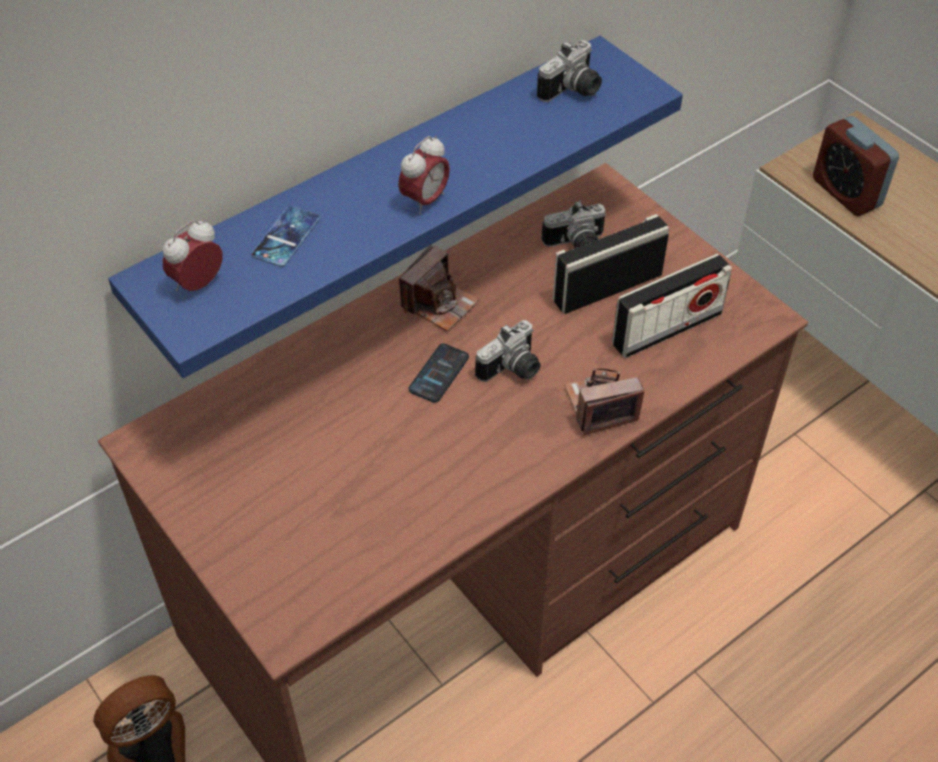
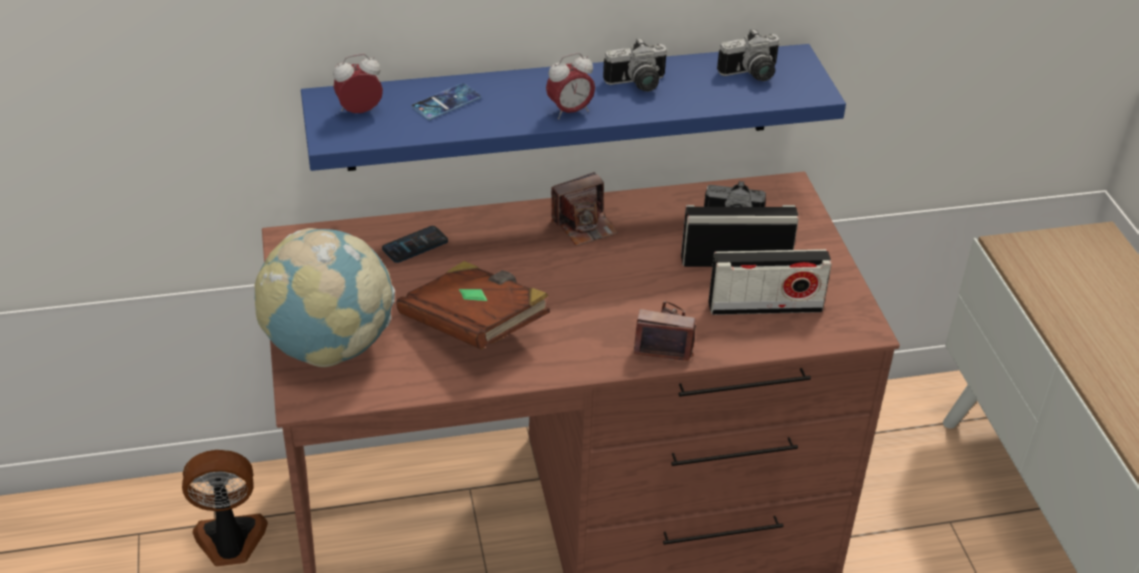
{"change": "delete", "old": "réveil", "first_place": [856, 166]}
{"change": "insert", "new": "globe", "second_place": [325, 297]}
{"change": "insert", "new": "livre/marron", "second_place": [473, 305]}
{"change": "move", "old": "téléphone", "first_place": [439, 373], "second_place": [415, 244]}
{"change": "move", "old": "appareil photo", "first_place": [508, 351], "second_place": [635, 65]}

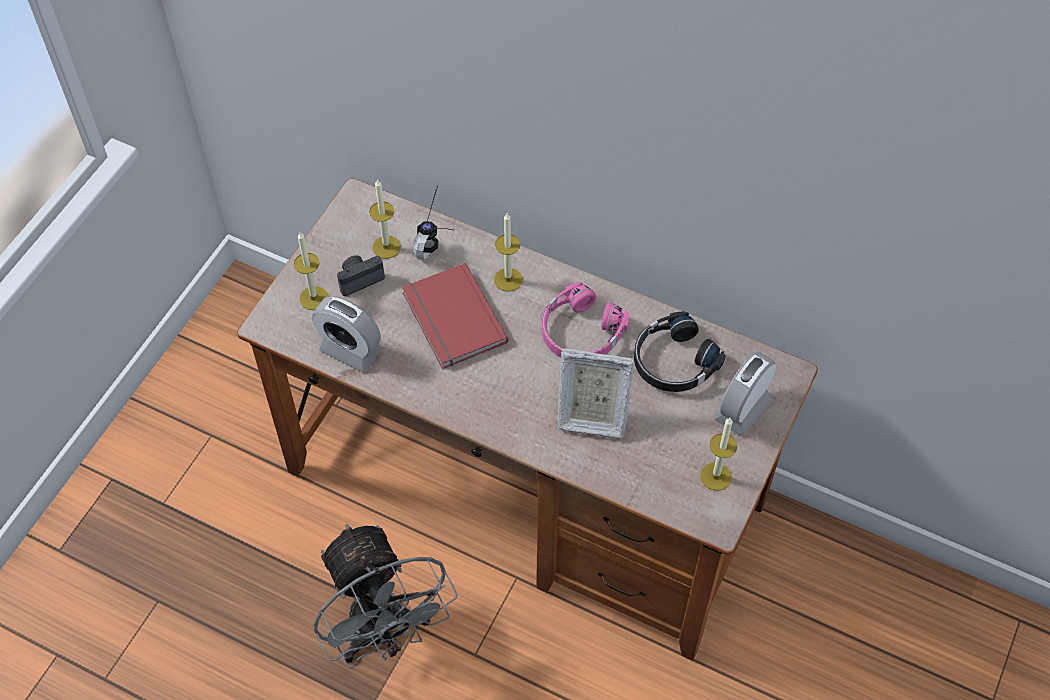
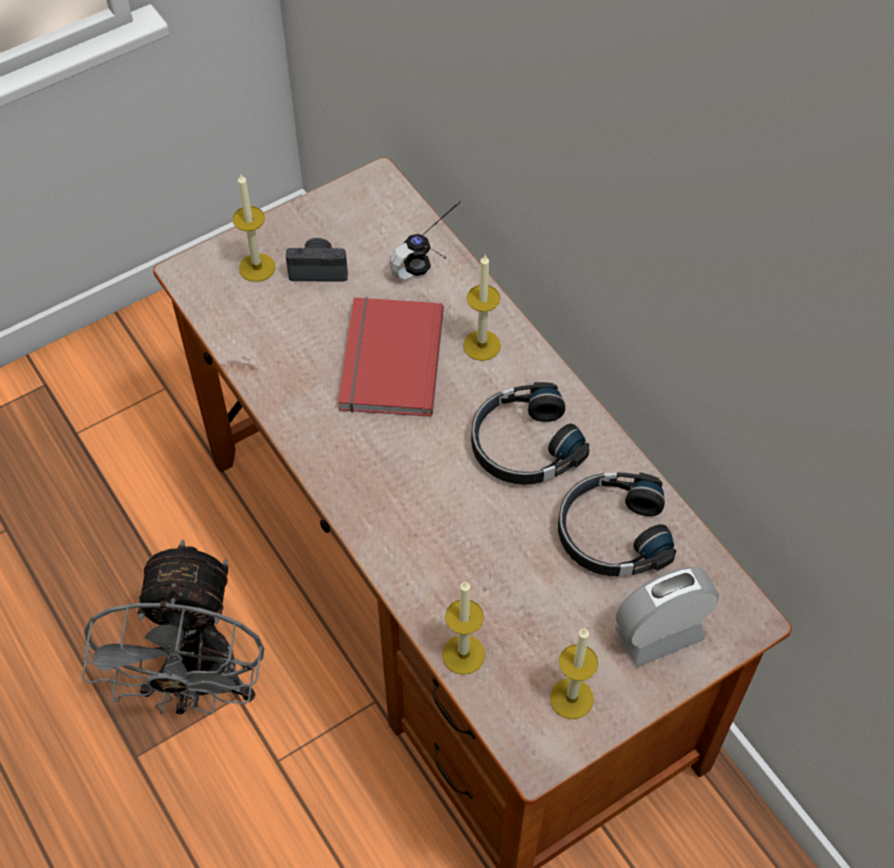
{"change": "delete", "old": "réveil", "first_place": [347, 334]}
{"change": "delete", "old": "cadre photo", "first_place": [595, 394]}
{"change": "move", "old": "bougie", "first_place": [385, 219], "second_place": [463, 628]}
{"change": "recolor", "old": "casque audio/rose", "new": "casque audio/noir", "first_place": [585, 319], "second_place": [530, 433]}

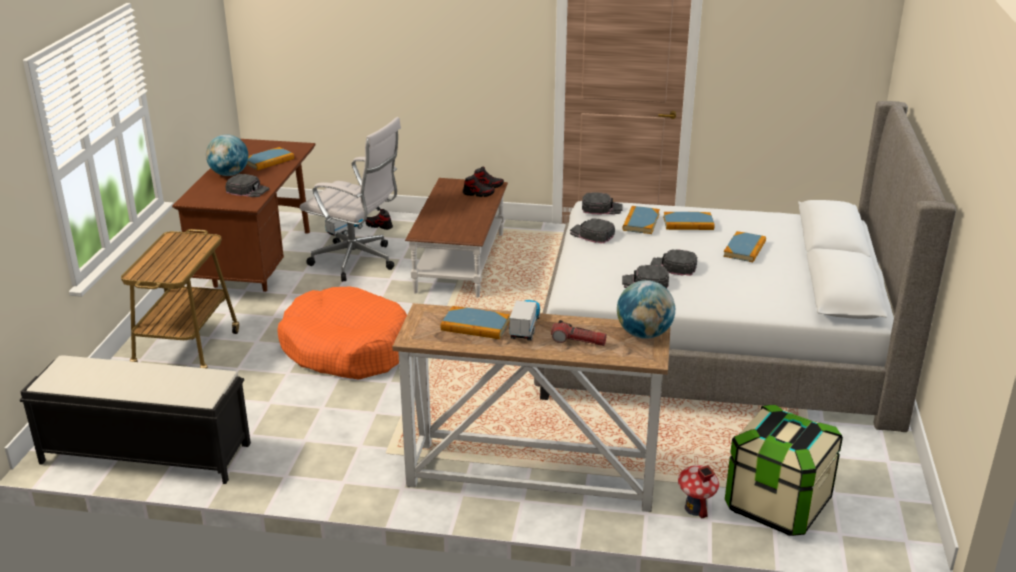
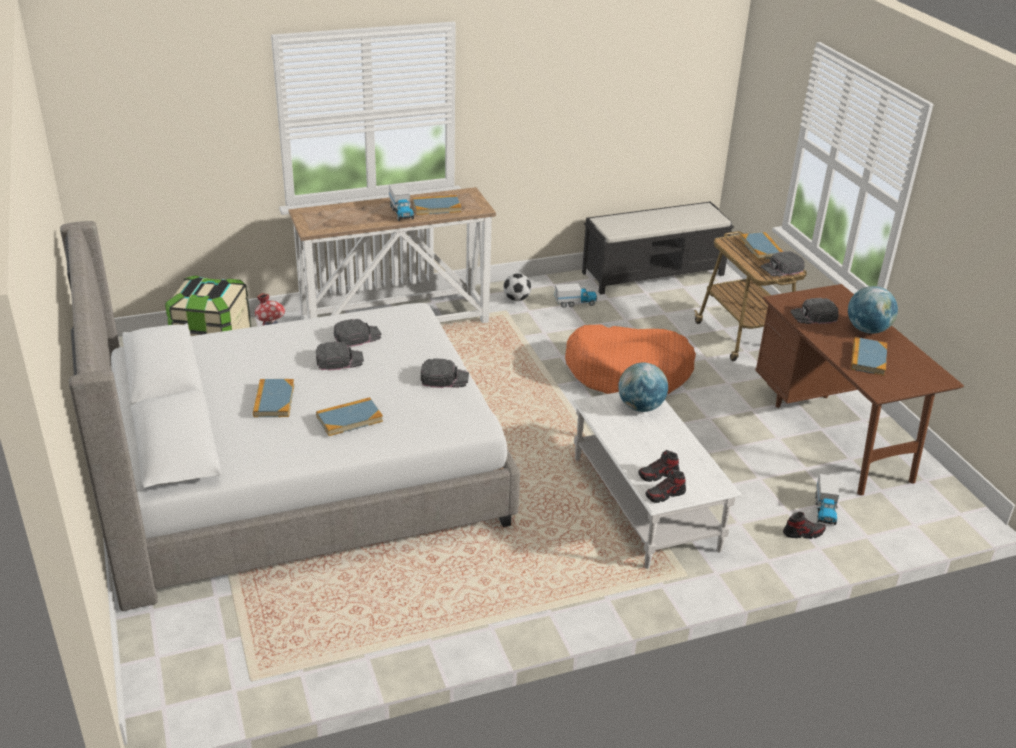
{"change": "delete", "old": "chaise de bureau/blanc", "first_place": [350, 199]}
{"change": "delete", "old": "lampe de poche", "first_place": [579, 333]}
{"change": "insert", "new": "ballon de foot", "second_place": [517, 287]}
{"change": "insert", "new": "camion jouet", "second_place": [576, 295]}
{"change": "move", "old": "casquette/noir", "first_place": [602, 203], "second_place": [783, 264]}
{"change": "move", "old": "globe", "first_place": [646, 309], "second_place": [643, 387]}
{"change": "move", "old": "livre", "first_place": [641, 220], "second_place": [761, 246]}
{"change": "recolor", "old": "table basse/marron", "new": "table basse/blanc", "first_place": [456, 238], "second_place": [657, 480]}

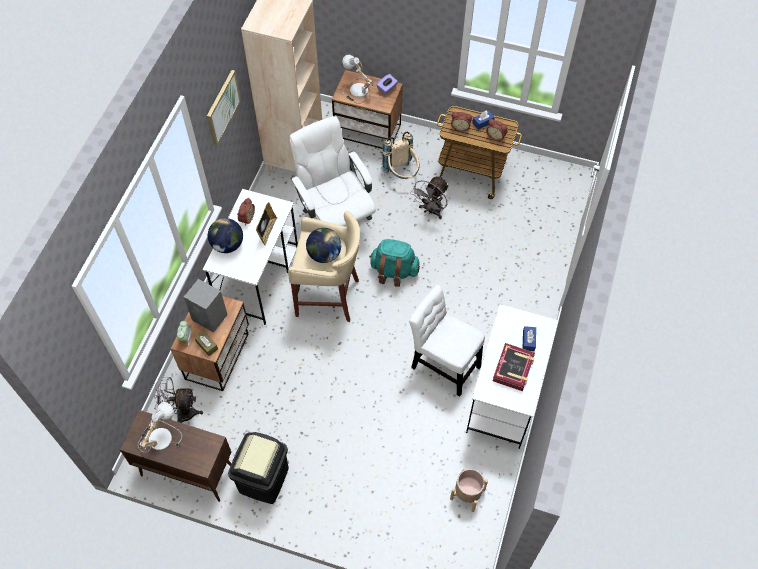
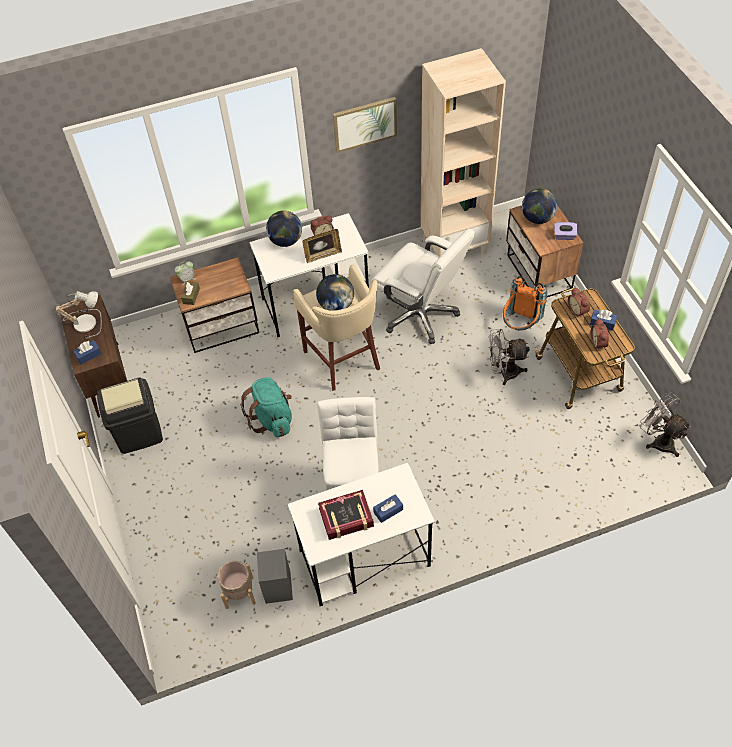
{"change": "insert", "new": "boîte à mouchoirs/bleu", "second_place": [87, 352]}
{"change": "move", "old": "ventilateur/gris", "first_place": [178, 400], "second_place": [665, 425]}
{"change": "move", "old": "enceinte/gris", "first_place": [206, 306], "second_place": [275, 576]}
{"change": "move", "old": "sac à dos/turquoise", "first_place": [394, 263], "second_place": [266, 407]}
{"change": "replace", "old": "lampe de table", "new": "globe", "first_place": [357, 79], "second_place": [539, 206]}
{"change": "recolor", "old": "sac à dos/beige", "new": "sac à dos/orange", "first_place": [400, 155], "second_place": [525, 303]}
{"change": "rotate", "old": "chaise de bureau/blanc", "first_place": [332, 171], "second_place": [423, 286], "degrees": 105}

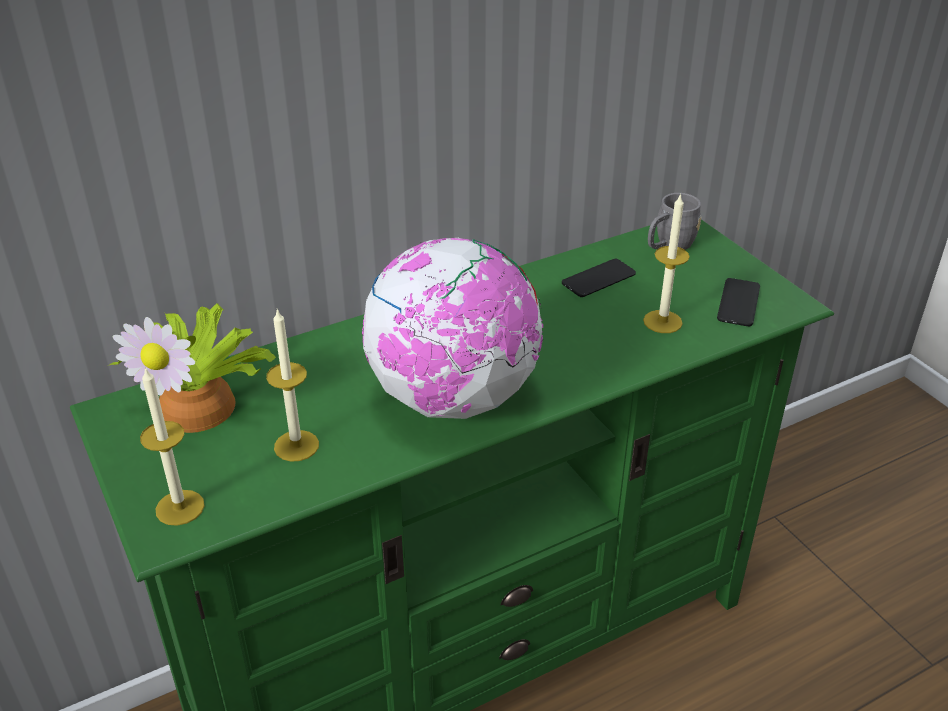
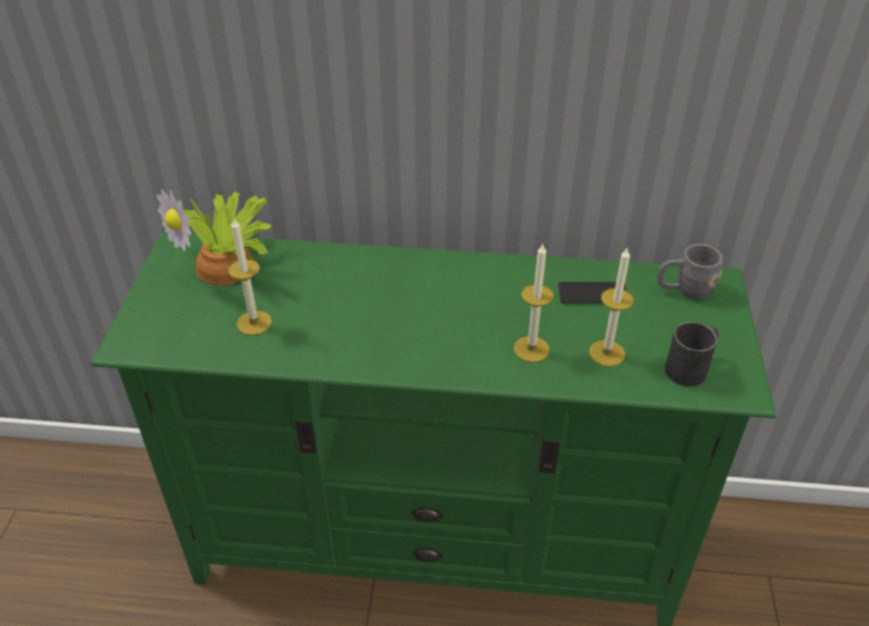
{"change": "delete", "old": "globe", "first_place": [452, 328]}
{"change": "move", "old": "bougie", "first_place": [172, 446], "second_place": [534, 303]}
{"change": "replace", "old": "téléphone", "new": "mug/noir", "first_place": [738, 302], "second_place": [692, 354]}

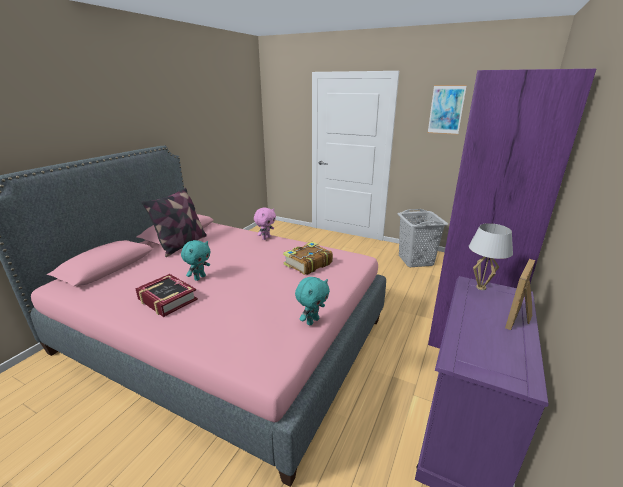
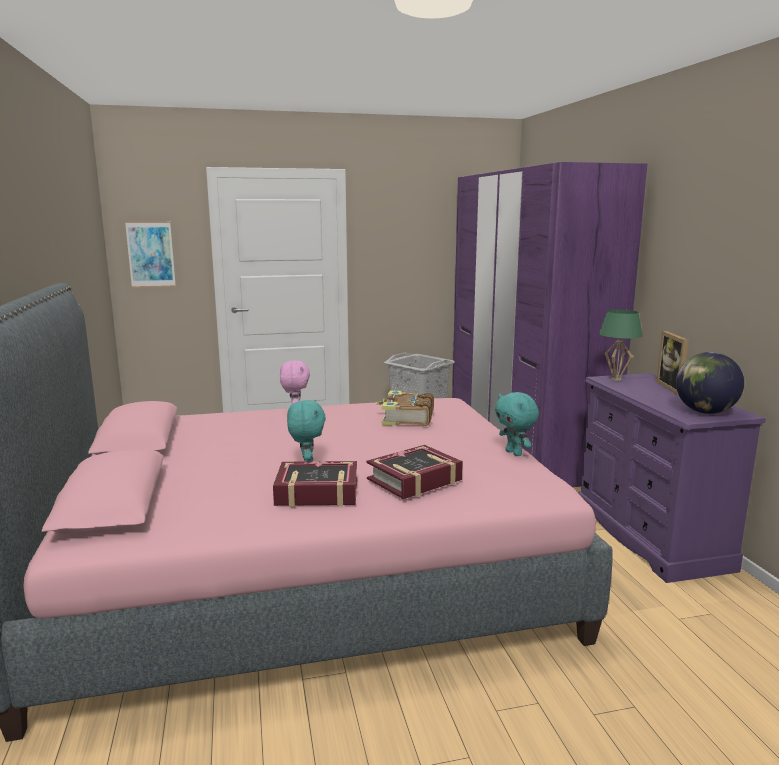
{"change": "delete", "old": "coussin", "first_place": [174, 222]}
{"change": "insert", "new": "livre", "second_place": [415, 472]}
{"change": "insert", "new": "globe", "second_place": [710, 383]}
{"change": "move", "old": "tableau", "first_place": [447, 110], "second_place": [150, 255]}
{"change": "recolor", "old": "lampe de table/blanc", "new": "lampe de table/vert", "first_place": [491, 256], "second_place": [621, 345]}
{"change": "rotate", "old": "peluche/turquoise", "first_place": [312, 301], "second_place": [517, 424], "degrees": 150}

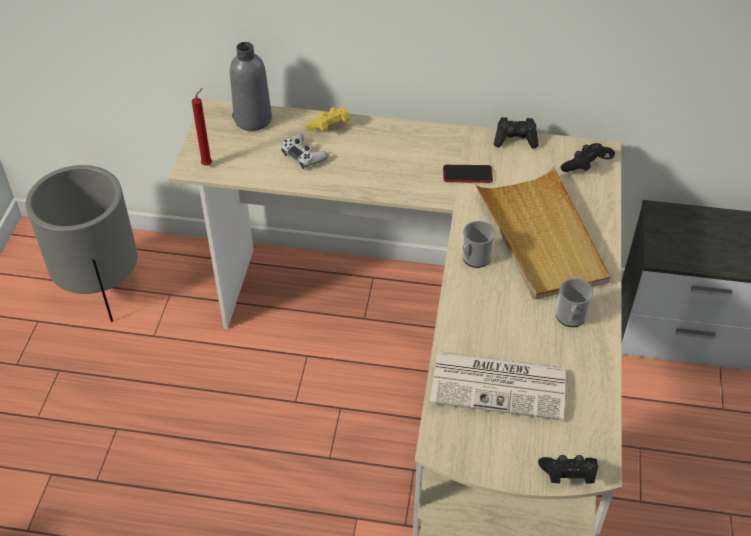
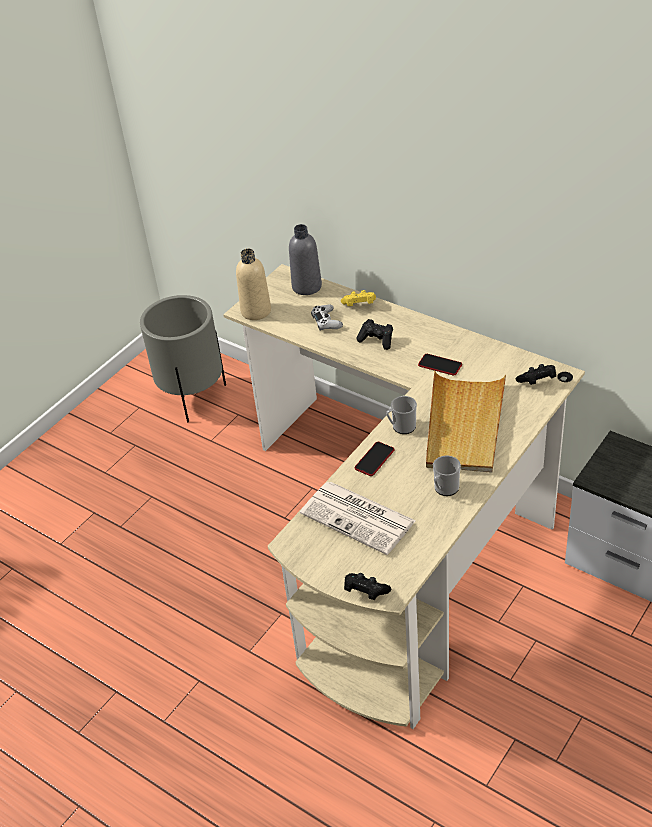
{"change": "insert", "new": "téléphone", "second_place": [375, 459]}
{"change": "move", "old": "manette/noir", "first_place": [516, 133], "second_place": [374, 334]}
{"change": "replace", "old": "bougie/rouge", "new": "bouteille/beige", "first_place": [202, 126], "second_place": [253, 284]}

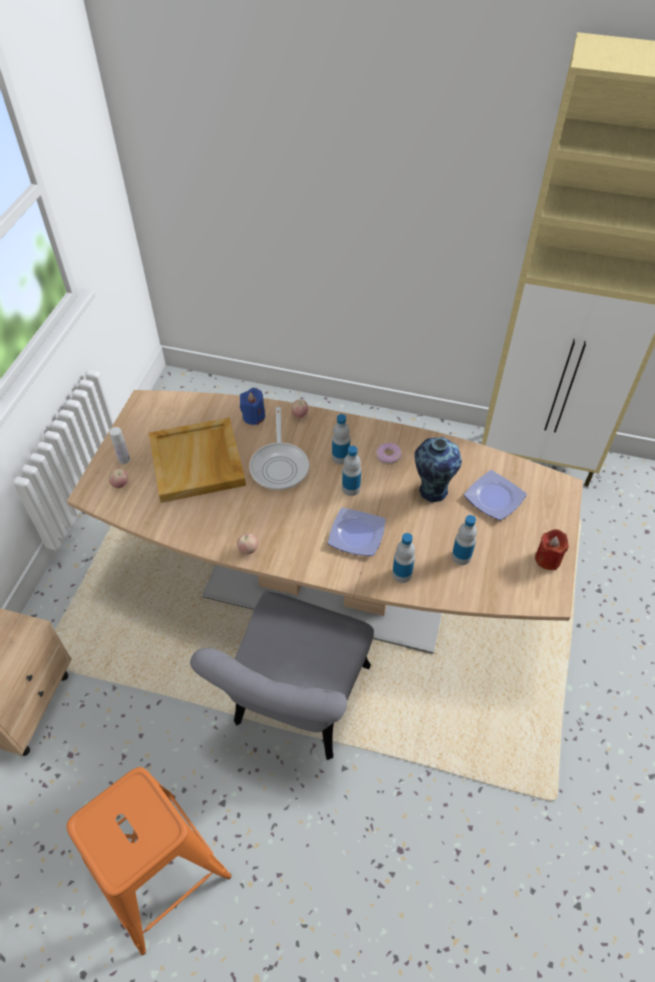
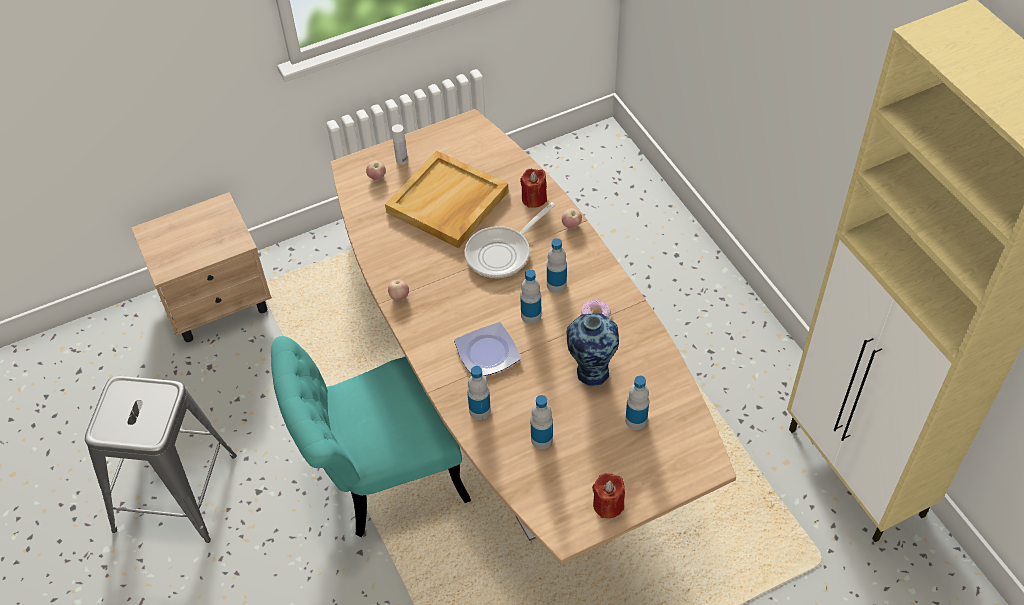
{"change": "replace", "old": "assiette", "new": "bouteille", "first_place": [495, 495], "second_place": [637, 403]}
{"change": "recolor", "old": "tabouret/orange", "new": "tabouret/gris", "first_place": [148, 861], "second_place": [161, 459]}
{"change": "recolor", "old": "chaise/gris", "new": "chaise/turquoise", "first_place": [282, 675], "second_place": [371, 436]}
{"change": "recolor", "old": "bougie/bleu", "new": "bougie/rouge", "first_place": [252, 406], "second_place": [533, 188]}

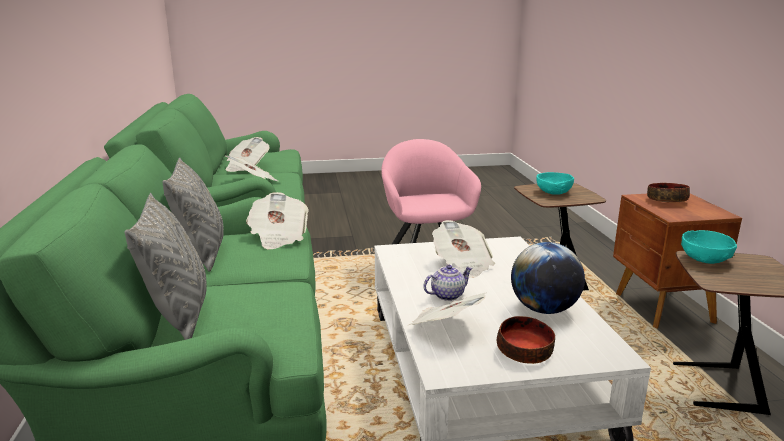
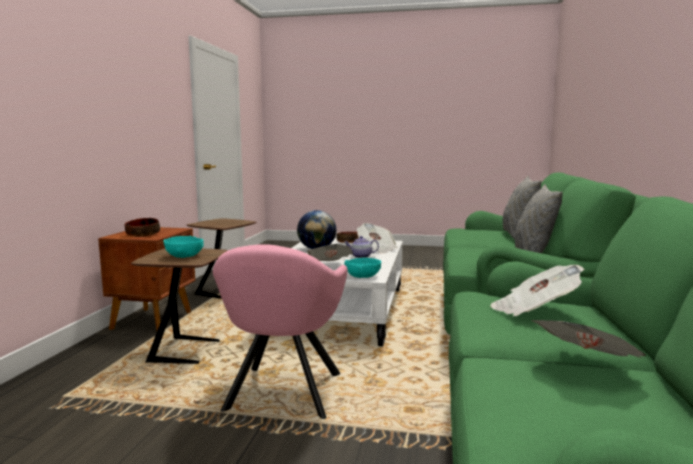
{"change": "delete", "old": "journal", "first_place": [277, 220]}
{"change": "move", "old": "bol/turquoise", "first_place": [709, 247], "second_place": [362, 268]}

